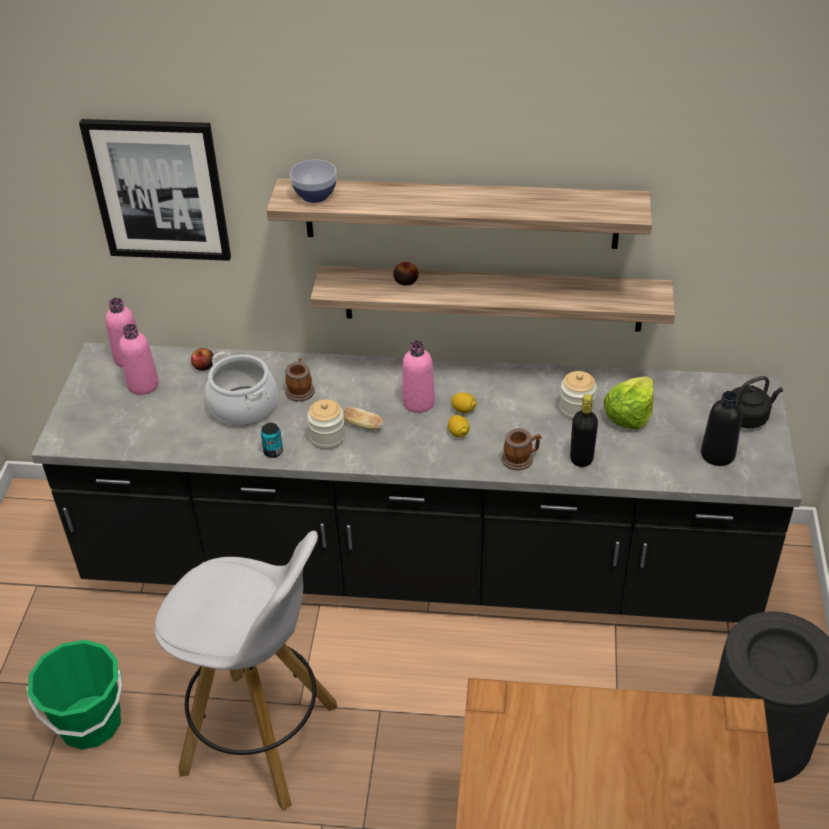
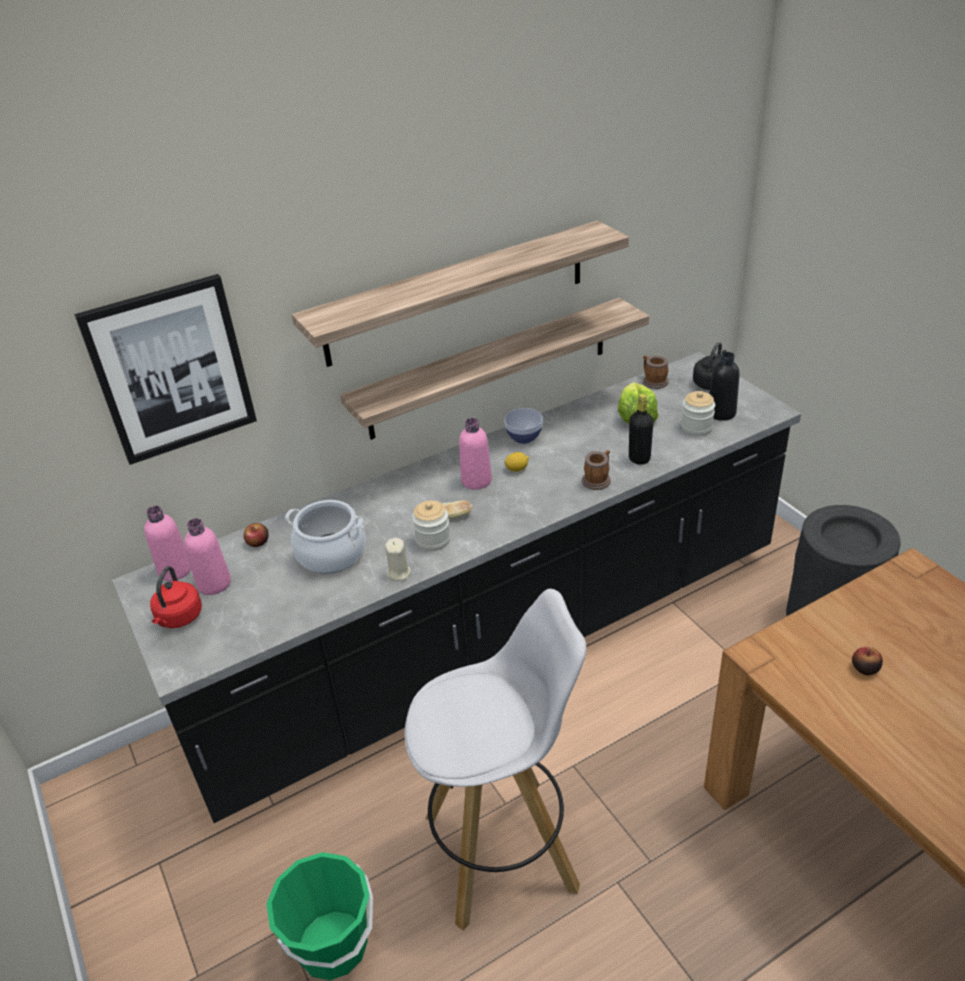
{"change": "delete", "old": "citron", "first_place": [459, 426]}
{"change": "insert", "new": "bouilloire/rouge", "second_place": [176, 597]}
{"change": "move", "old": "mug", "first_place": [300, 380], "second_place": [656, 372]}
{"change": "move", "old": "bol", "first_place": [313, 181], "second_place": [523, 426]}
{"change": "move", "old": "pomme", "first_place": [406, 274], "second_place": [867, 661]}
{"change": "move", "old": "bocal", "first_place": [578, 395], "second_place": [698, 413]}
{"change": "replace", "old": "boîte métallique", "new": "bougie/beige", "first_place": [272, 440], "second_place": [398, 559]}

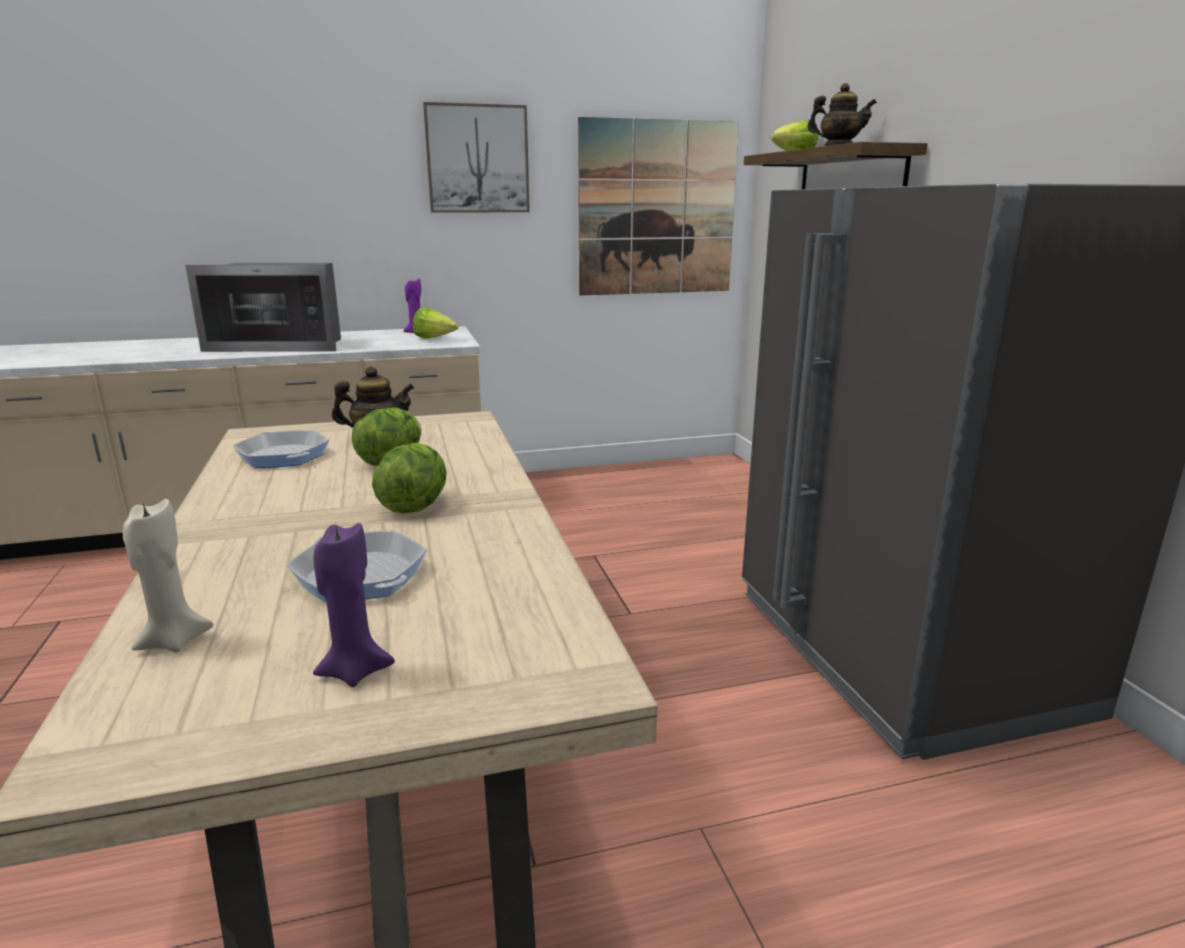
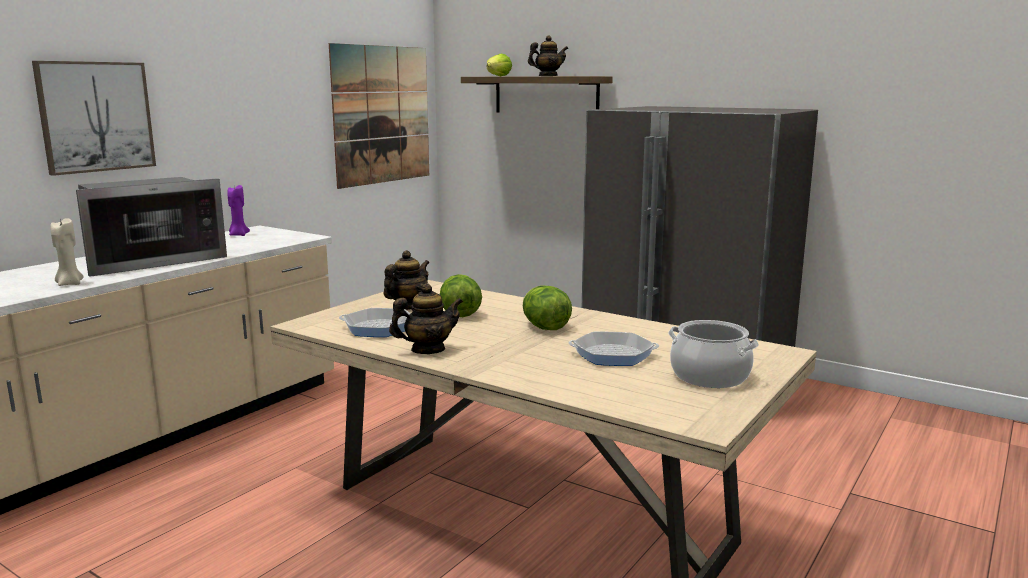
{"change": "delete", "old": "laitue", "first_place": [436, 322]}
{"change": "insert", "new": "théière", "second_place": [426, 318]}
{"change": "move", "old": "bougie/beige", "first_place": [168, 576], "second_place": [67, 252]}
{"change": "move", "old": "tableau", "first_place": [476, 157], "second_place": [94, 118]}
{"change": "replace", "old": "bougie/violet", "new": "marmite", "first_place": [354, 604], "second_place": [713, 354]}

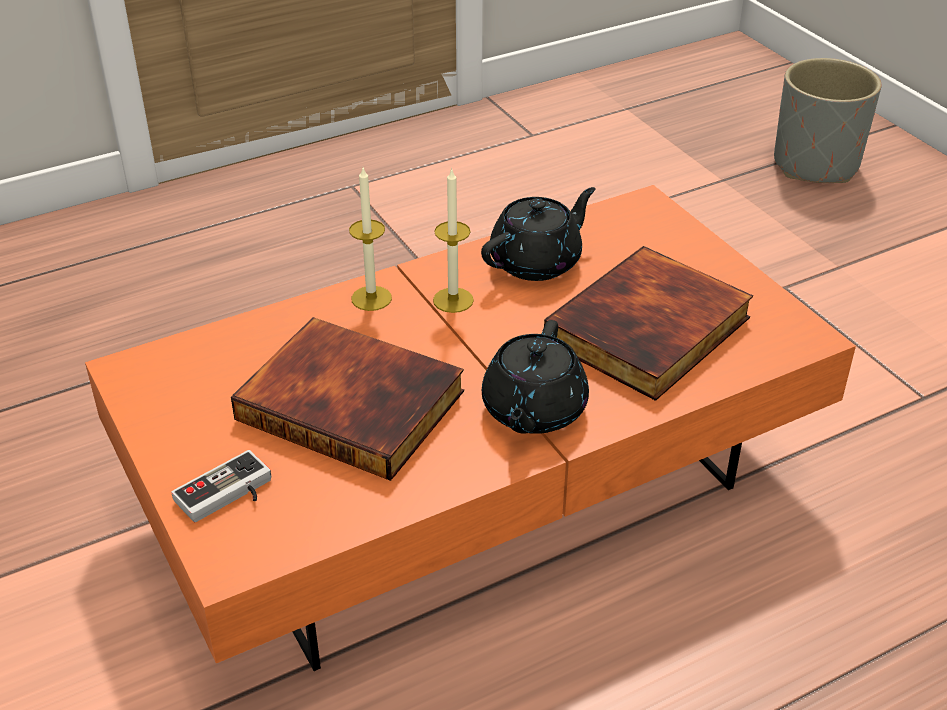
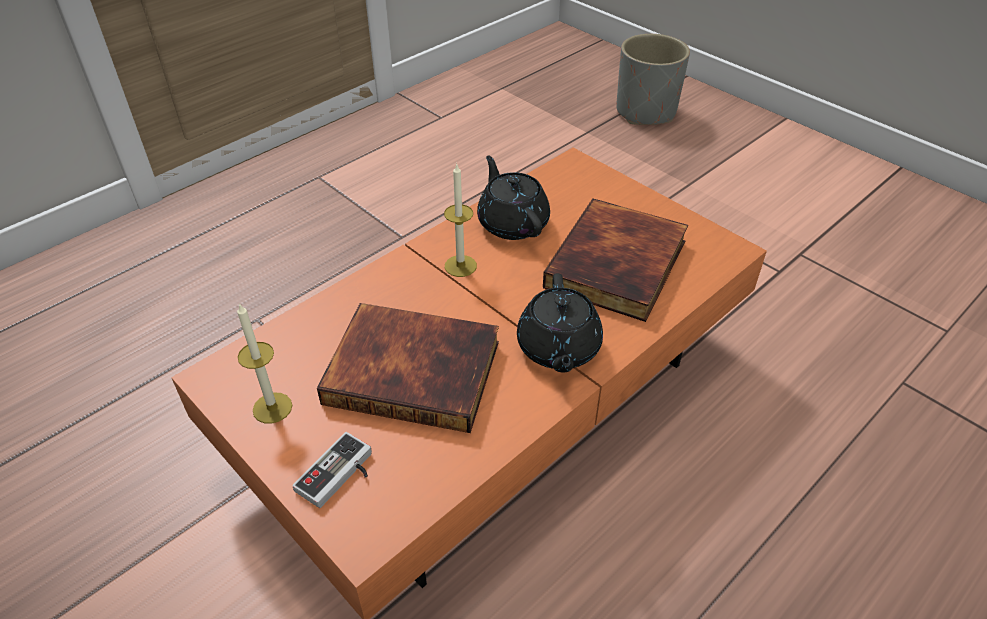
{"change": "move", "old": "bougie", "first_place": [370, 239], "second_place": [264, 363]}
{"change": "rotate", "old": "théière/noir", "first_place": [538, 234], "second_place": [513, 197], "degrees": -60}

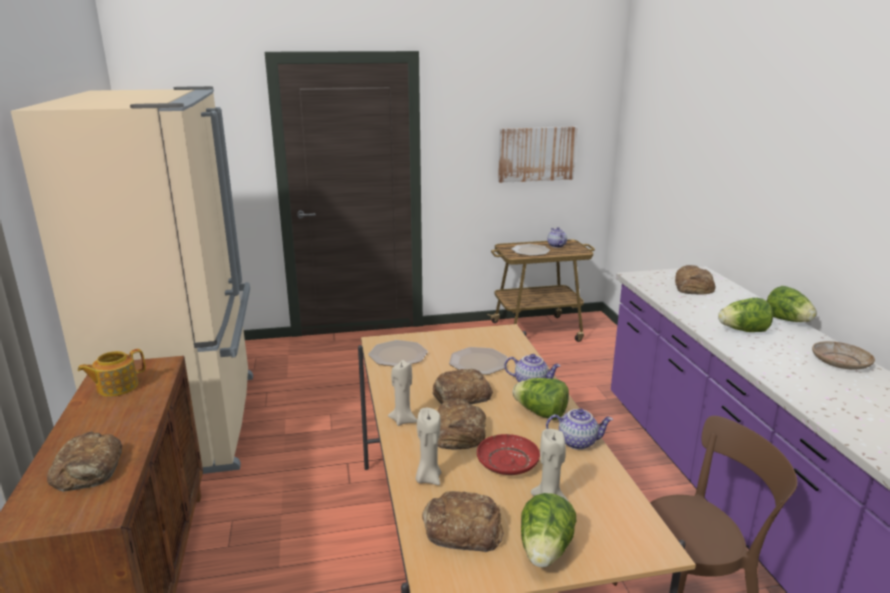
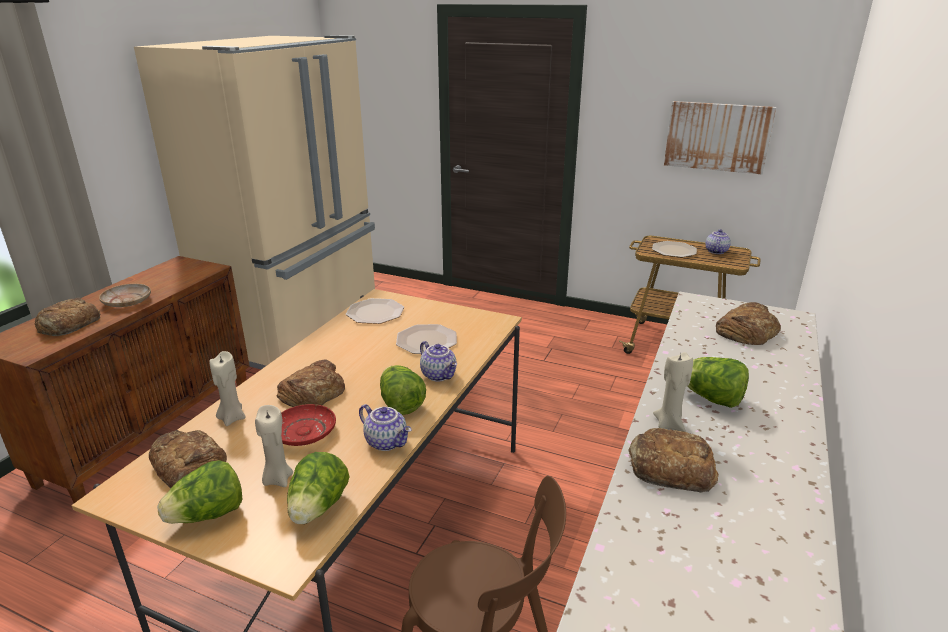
{"change": "delete", "old": "théière", "first_place": [111, 373]}
{"change": "move", "old": "bougie/beige", "first_place": [402, 393], "second_place": [673, 392]}
{"change": "move", "old": "pain", "first_place": [463, 387], "second_place": [673, 460]}
{"change": "move", "old": "laitue", "first_place": [792, 304], "second_place": [318, 488]}
{"change": "move", "old": "assiette/beige", "first_place": [843, 355], "second_place": [125, 295]}

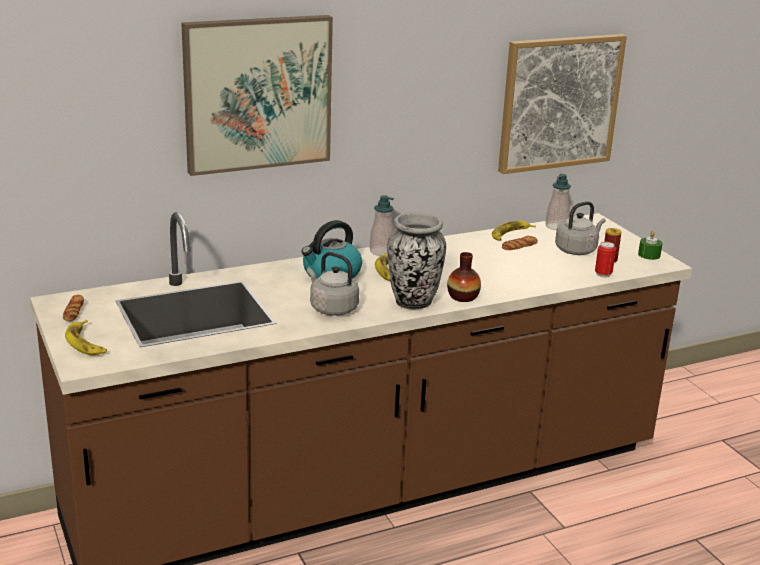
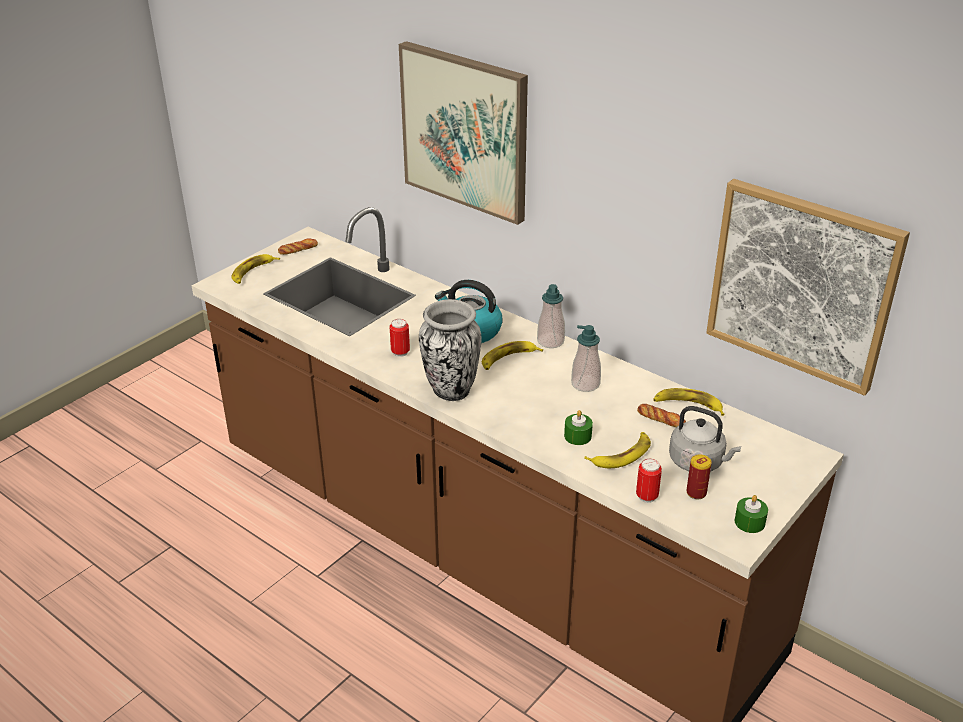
{"change": "delete", "old": "vase", "first_place": [464, 277]}
{"change": "insert", "new": "bougie/vert", "second_place": [578, 427]}
{"change": "insert", "new": "banane", "second_place": [617, 450]}
{"change": "move", "old": "distributeur de savon", "first_place": [558, 202], "second_place": [586, 358]}
{"change": "replace", "old": "bouilloire/gris", "new": "boîte métallique", "first_place": [333, 284], "second_place": [399, 338]}

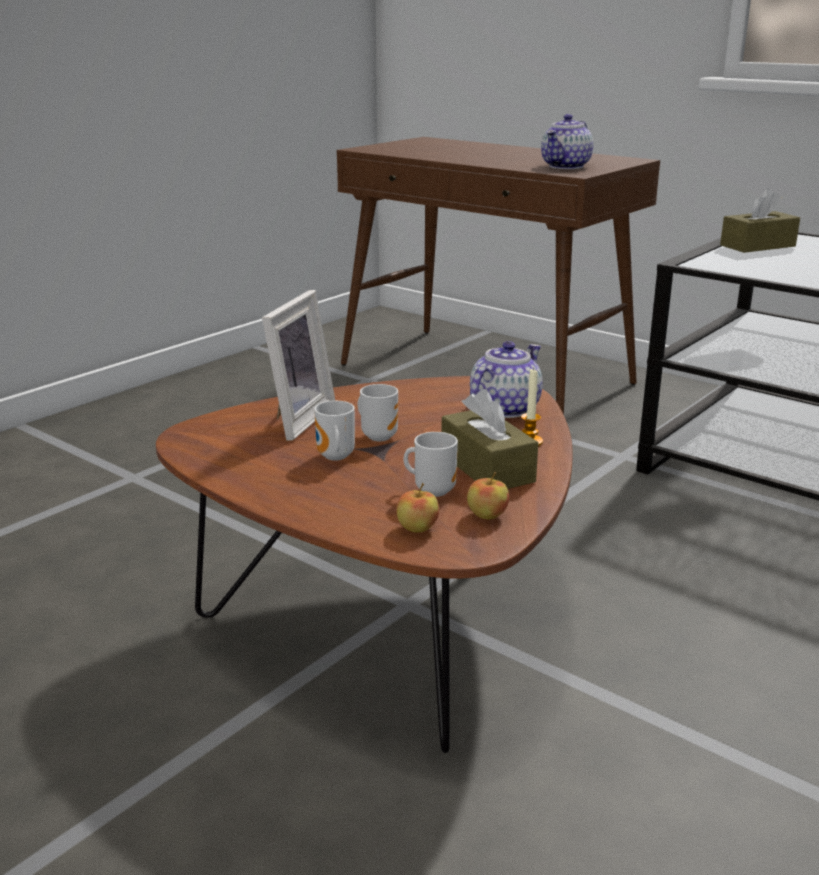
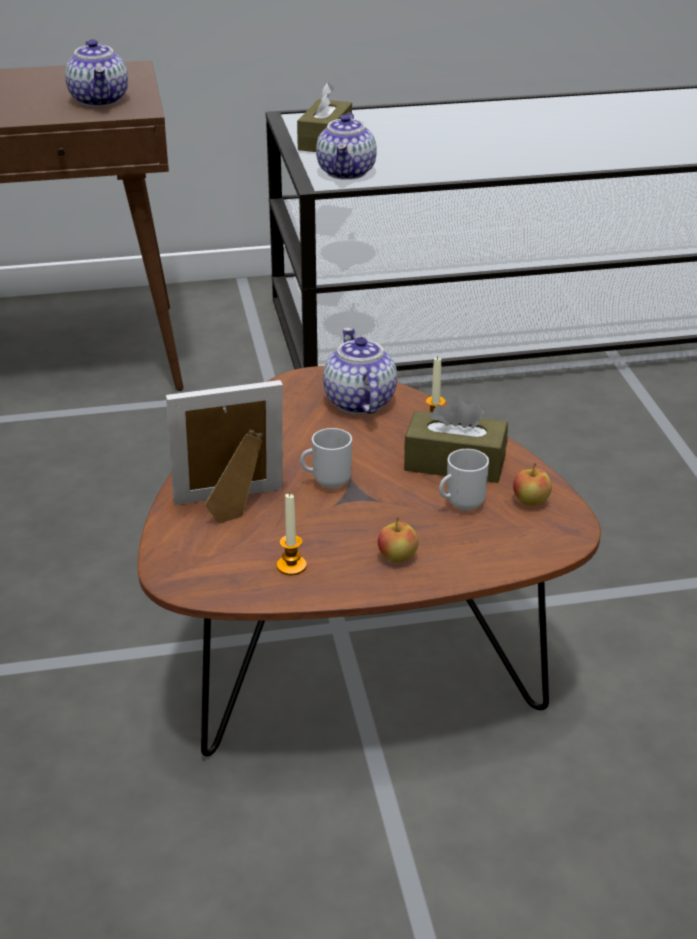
{"change": "delete", "old": "mug", "first_place": [334, 431]}
{"change": "insert", "new": "bougie", "second_place": [292, 534]}
{"change": "insert", "new": "théière", "second_place": [346, 146]}
{"change": "move", "old": "pomme", "first_place": [417, 507], "second_place": [398, 540]}
{"change": "rotate", "old": "cadre photo", "first_place": [298, 365], "second_place": [224, 452], "degrees": -75}

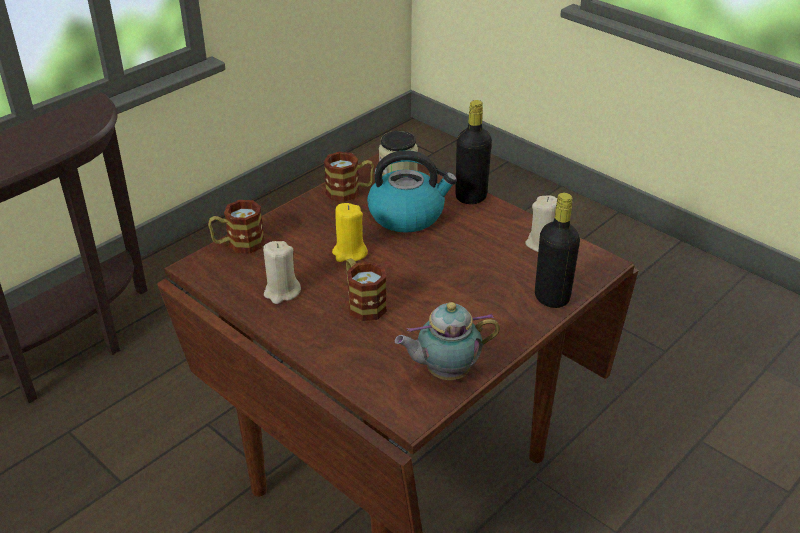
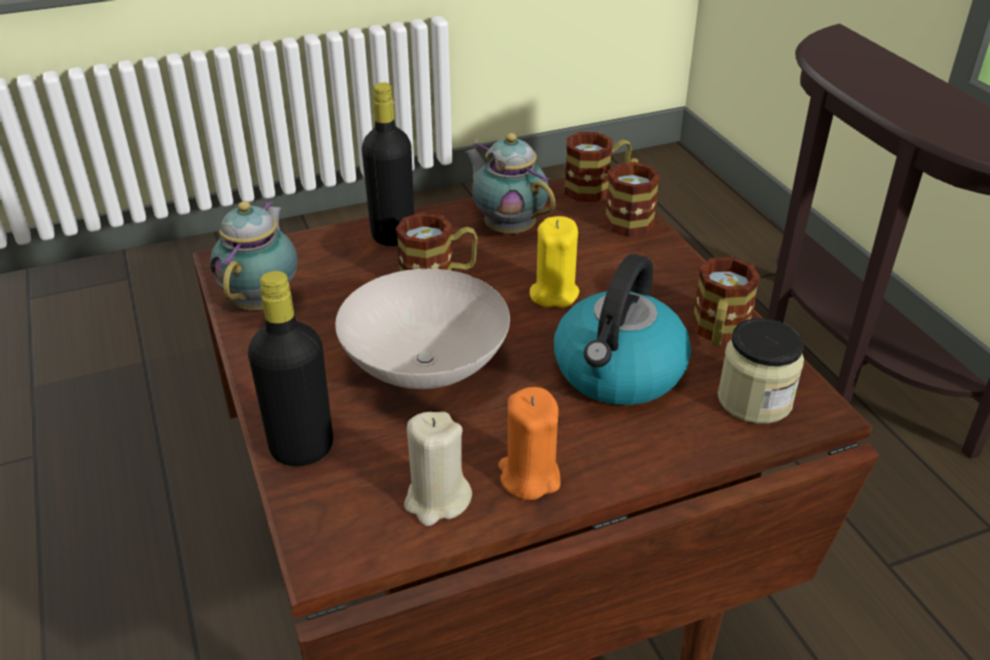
{"change": "insert", "new": "bol/blanc", "second_place": [422, 329]}
{"change": "insert", "new": "bougie/orange", "second_place": [529, 443]}
{"change": "insert", "new": "mug", "second_place": [598, 167]}
{"change": "move", "old": "bouteille/noir", "first_place": [473, 152], "second_place": [388, 164]}
{"change": "replace", "old": "bougie/beige", "new": "théière", "first_place": [282, 272], "second_place": [510, 183]}

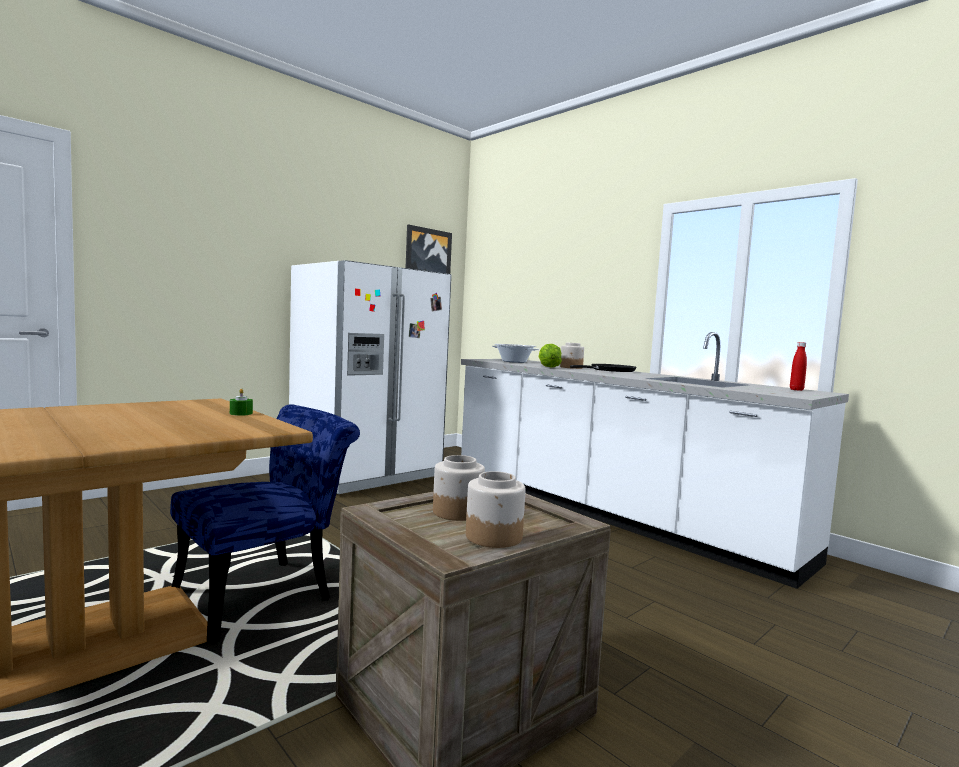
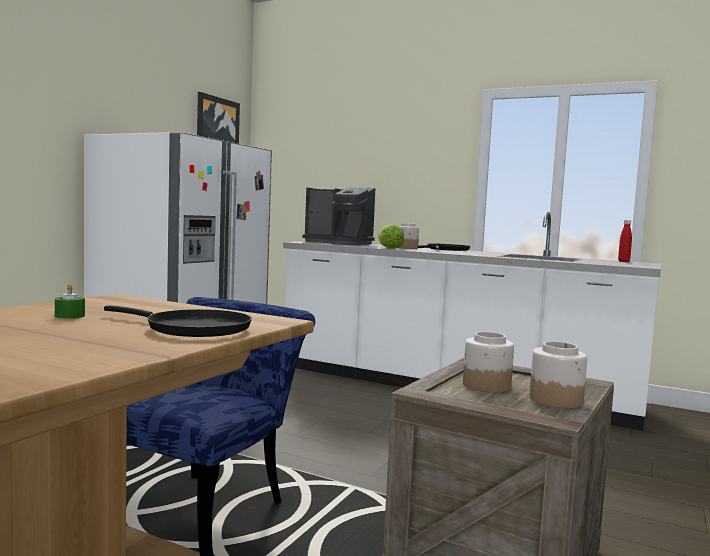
{"change": "insert", "new": "poêle/noir", "second_place": [178, 321]}
{"change": "move", "old": "bougie/vert", "first_place": [241, 402], "second_place": [70, 301]}
{"change": "replace", "old": "marmite", "new": "machine à café", "first_place": [515, 353], "second_place": [338, 216]}

